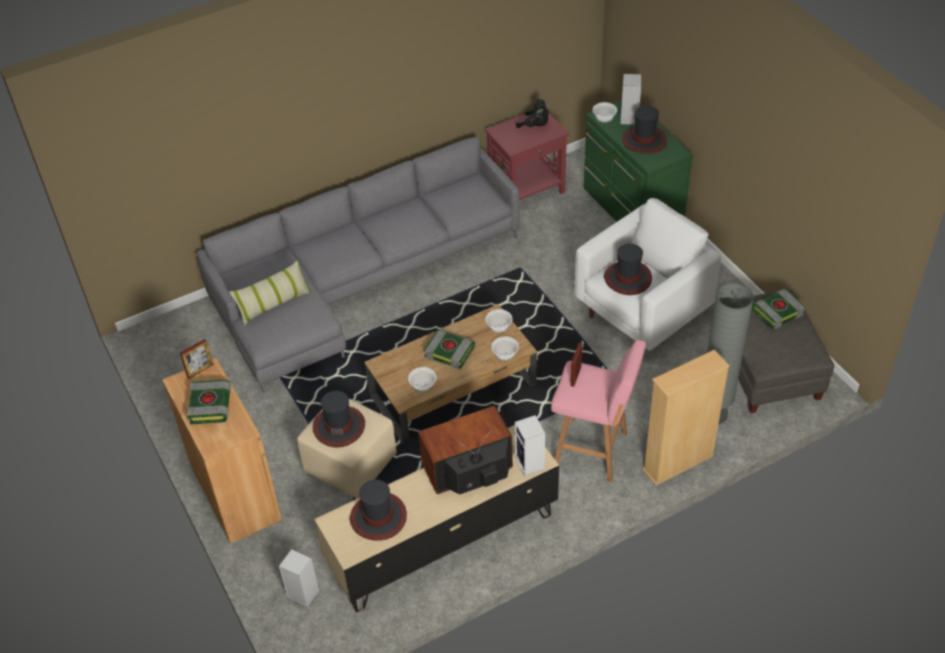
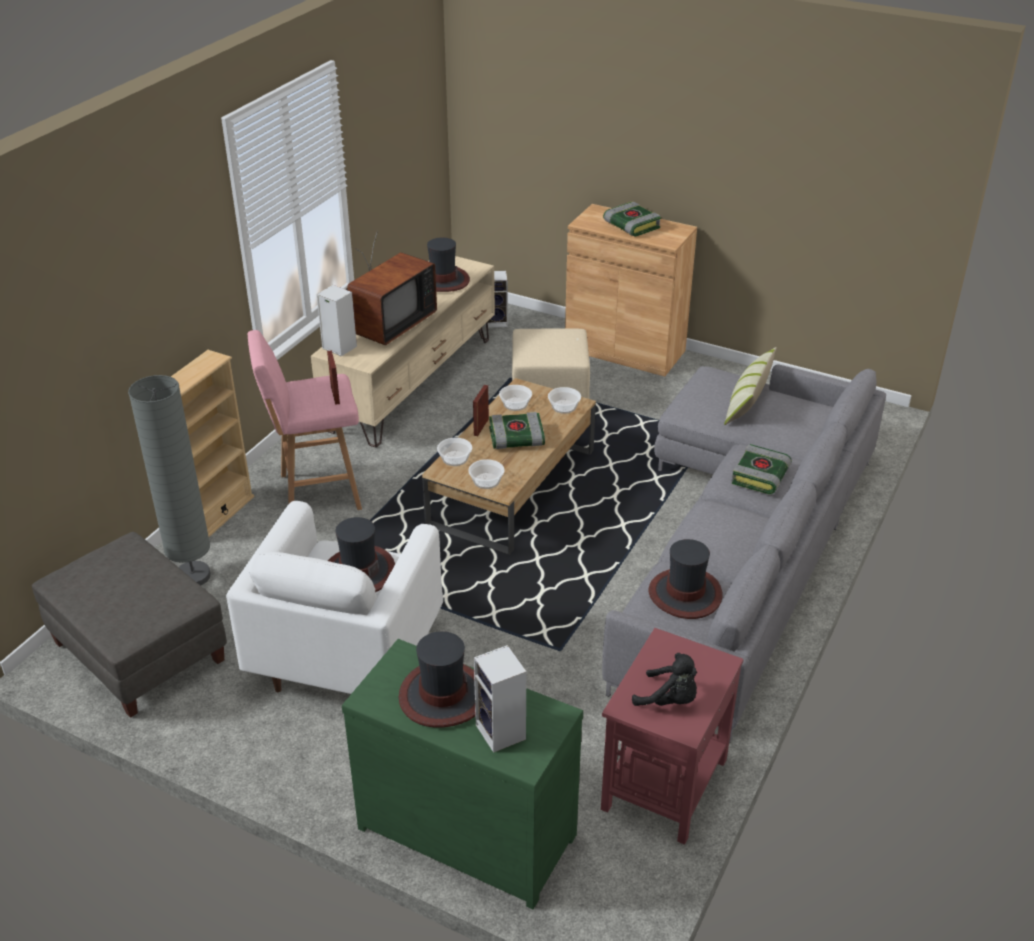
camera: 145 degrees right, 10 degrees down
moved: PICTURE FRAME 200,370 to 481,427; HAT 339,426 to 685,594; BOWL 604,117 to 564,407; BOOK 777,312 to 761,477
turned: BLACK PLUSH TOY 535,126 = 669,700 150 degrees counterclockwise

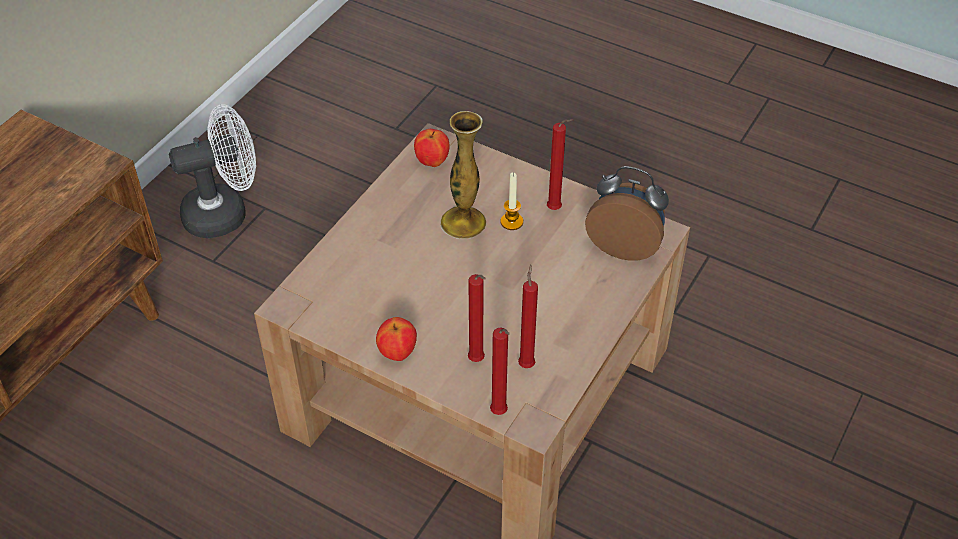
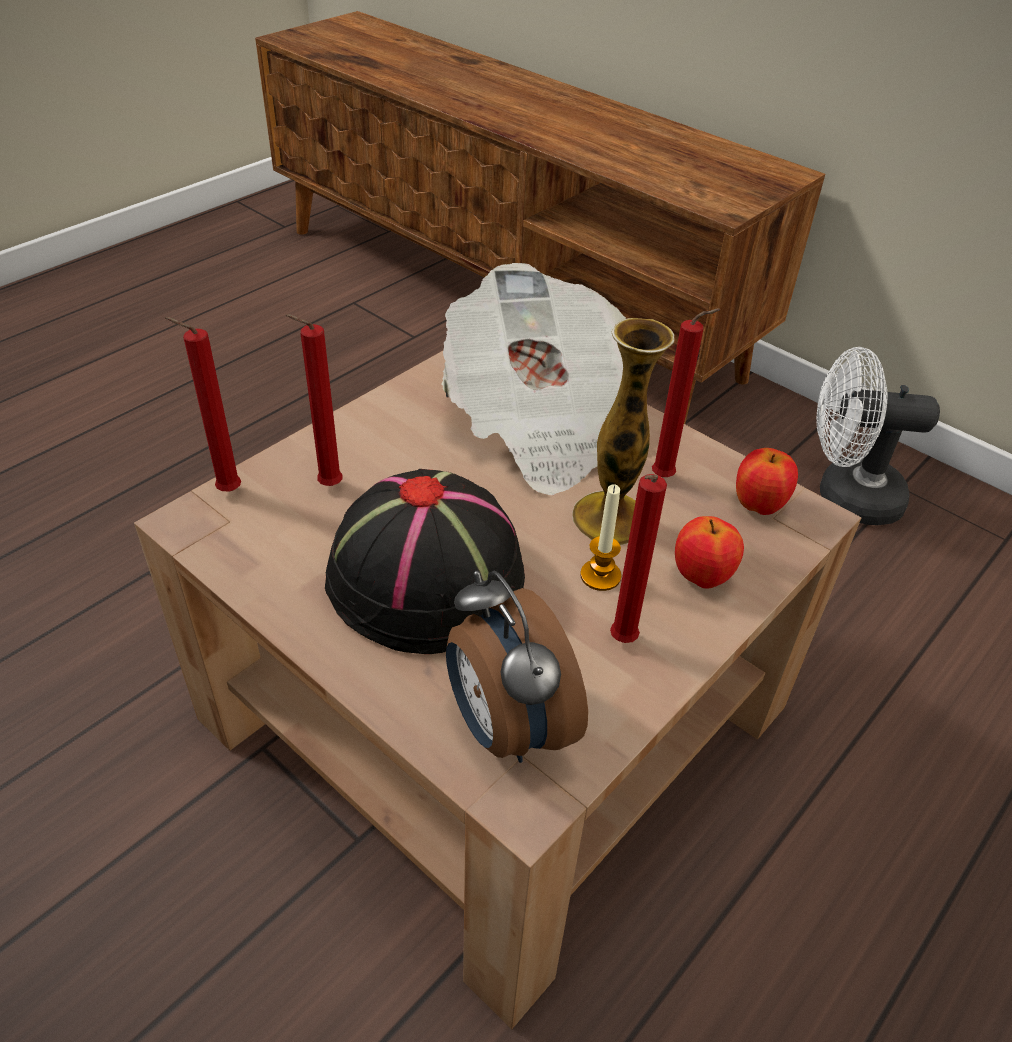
camera: 100 degrees right, 5 degrees down
added: BLACK HAT 428,579; NEWSPAPER 541,424
moved: APPLE 397,353 to 701,577; RED CANDLE 526,363 to 666,478
turned: WHITE FAN 225,212 = 845,497 105 degrees clockwise; ALARM CLOCK 625,245 = 505,727 120 degrees clockwise

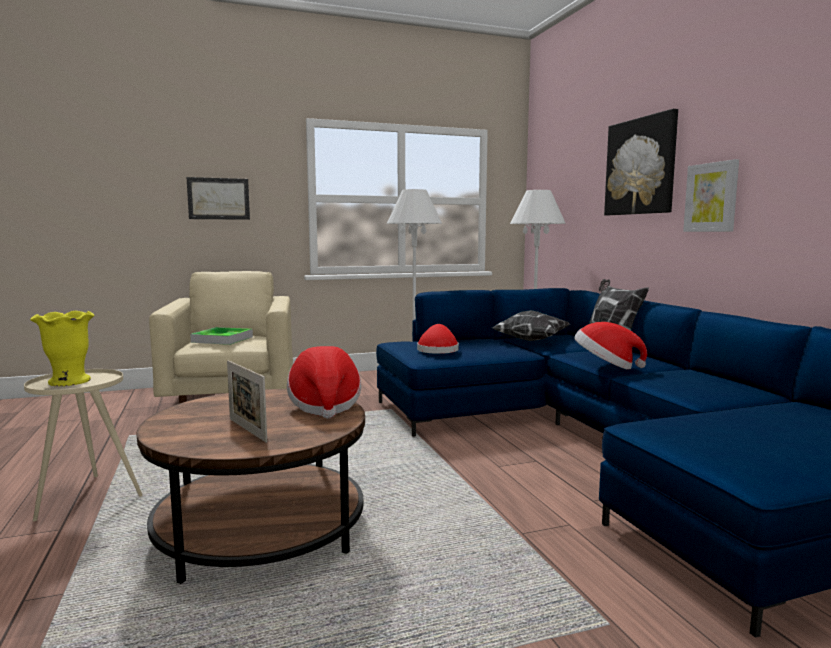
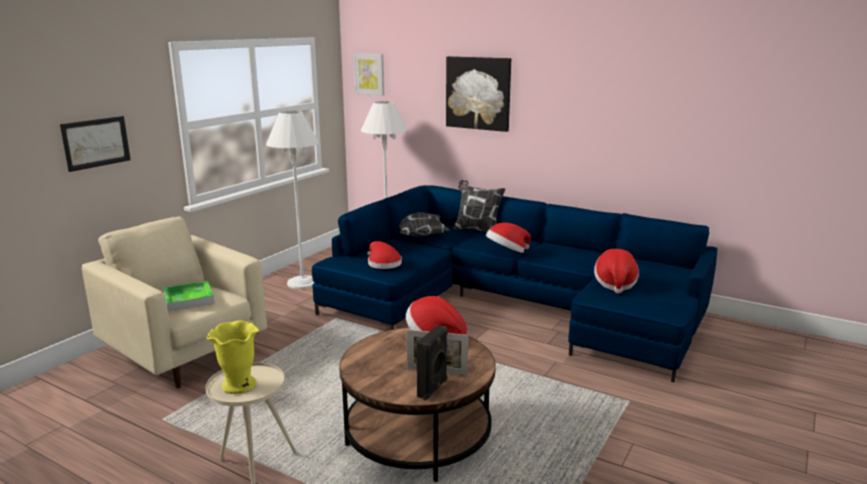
camera: 40 degrees left, 10 degrees up
added: BLACK SPEAKER 433,388; HAT 615,284
moved: PICTURE 711,197 to 369,74

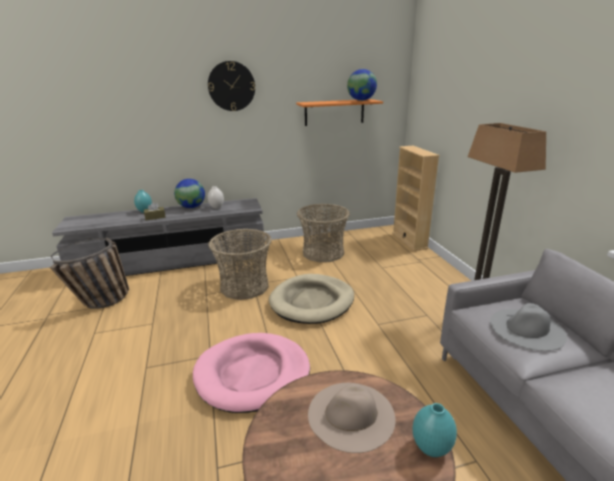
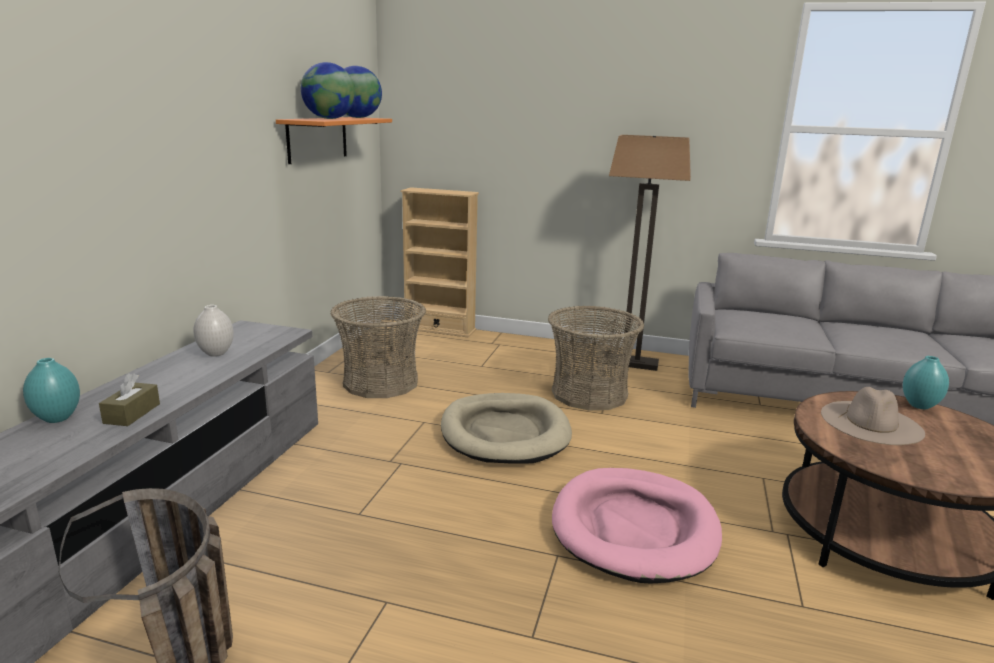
camera: 60 degrees left, 5 degrees down
removed: WALL CLOCK 231,86; GREY HAT 527,328
moved: GLOBE 191,207 to 329,119; BASKET 244,286 to 589,393

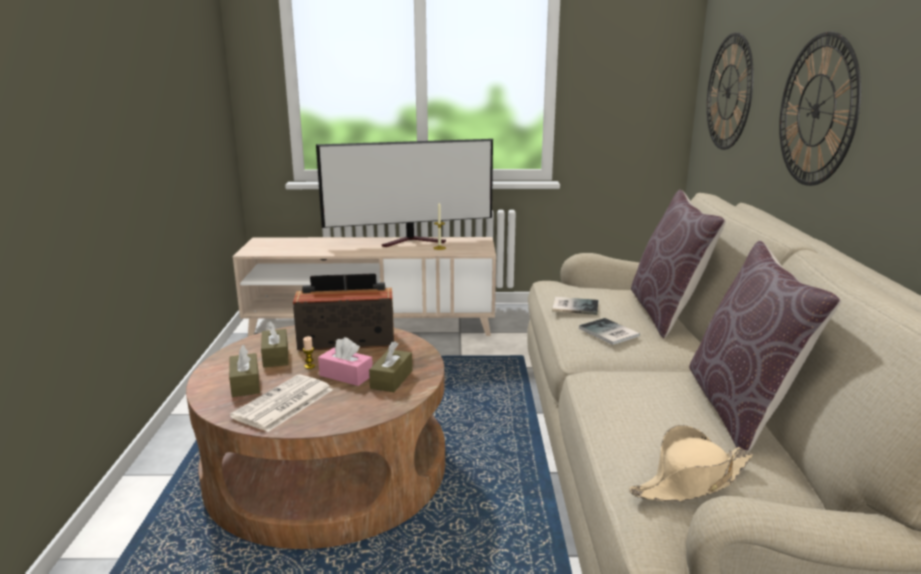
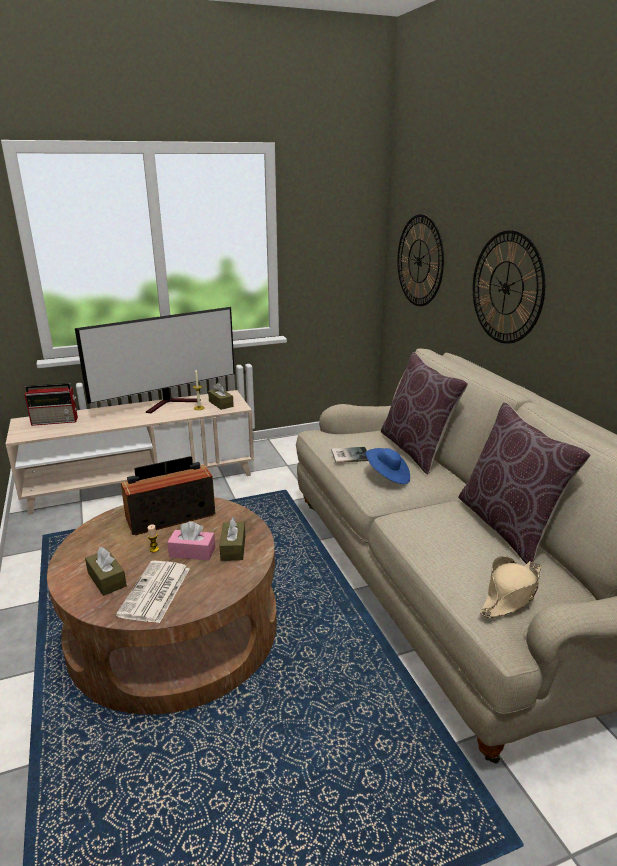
camera: 20 degrees left, 5 degrees up
added: RADIO 56,421
moved: BROWN TISSUE BOX 275,356 to 221,404
replaced: BOOK 608,333 to BLUE HAT 387,476

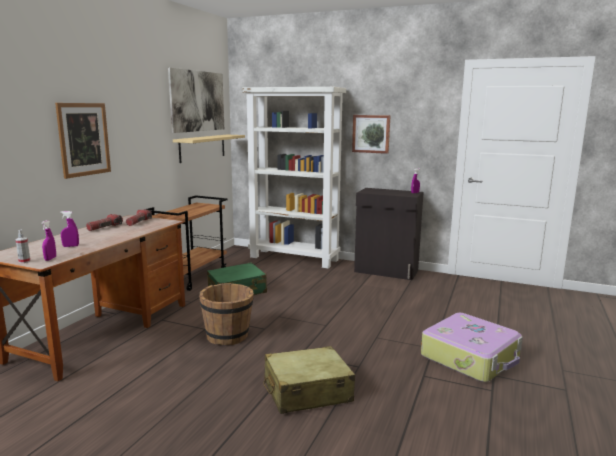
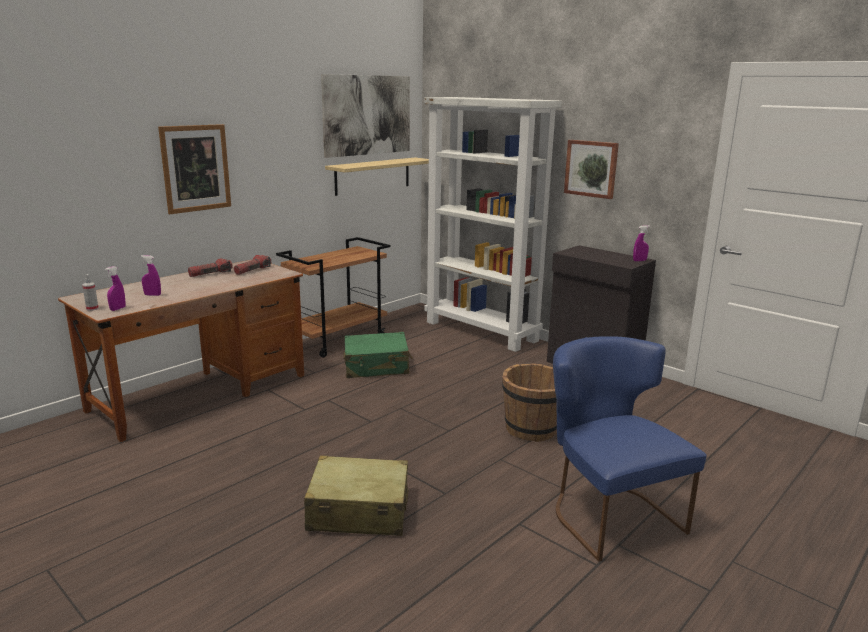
camera: 20 degrees right, 5 degrees up
moved: BROWN BUCKET 228,336 to 532,429
replaced: SUITCASE 471,357 to BLUE CHAIR 607,513

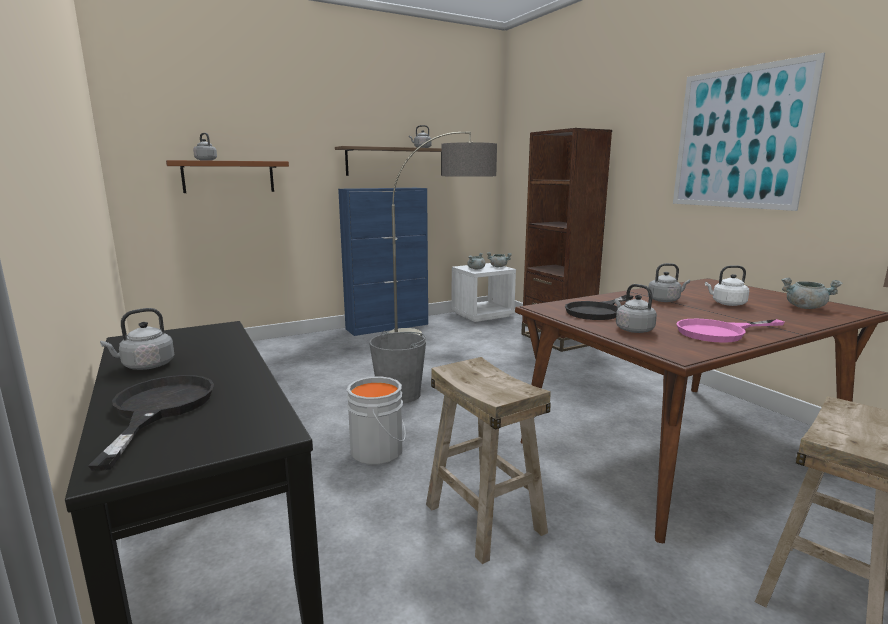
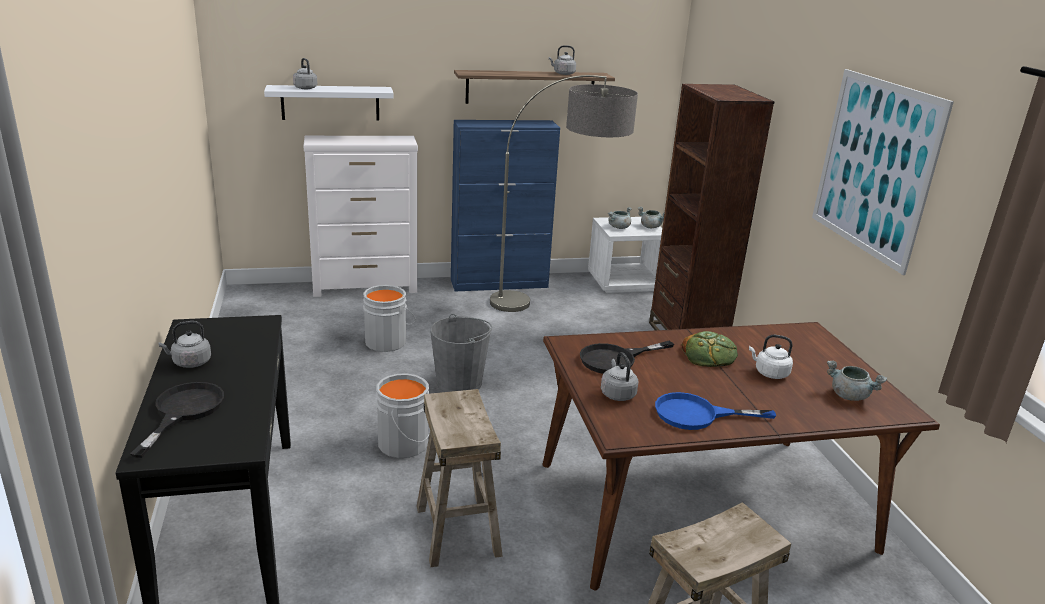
camera: 15 degrees right, 10 degrees up
added: WHITE DRESSER 366,287; GREY BUCKET 387,341
replaced: GREY KETTLE 665,300 to BREAD 709,354
recoloured: BROWN SHELF 228,177 to WHITE SHELF 330,103; PINK FRYING PAN 719,332 to BLUE FRYING PAN 697,414

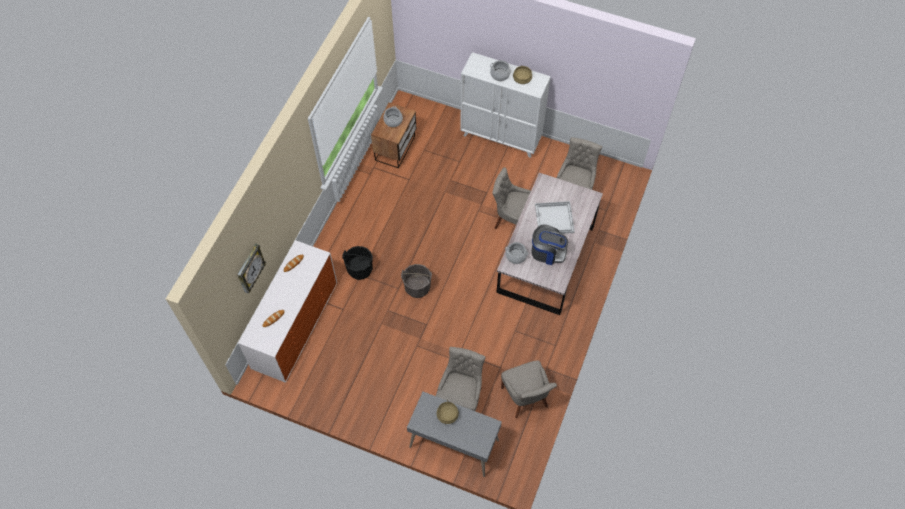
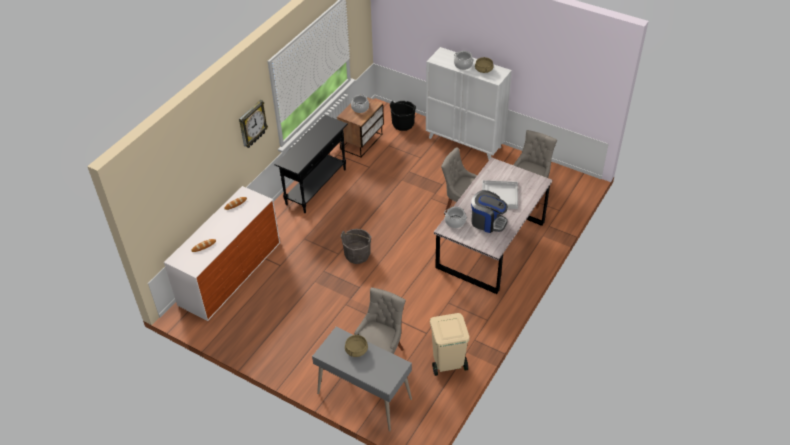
camera: 10 degrees right, 15 degrees down
added: BLACK CONSOLE TABLE 316,186
moved: WALL CLOCK 250,269 to 252,124; BLACK BUCKET 360,269 to 403,124
replaced: GREY CHAIR 525,398 to BEIGE TRASH CAN 447,363

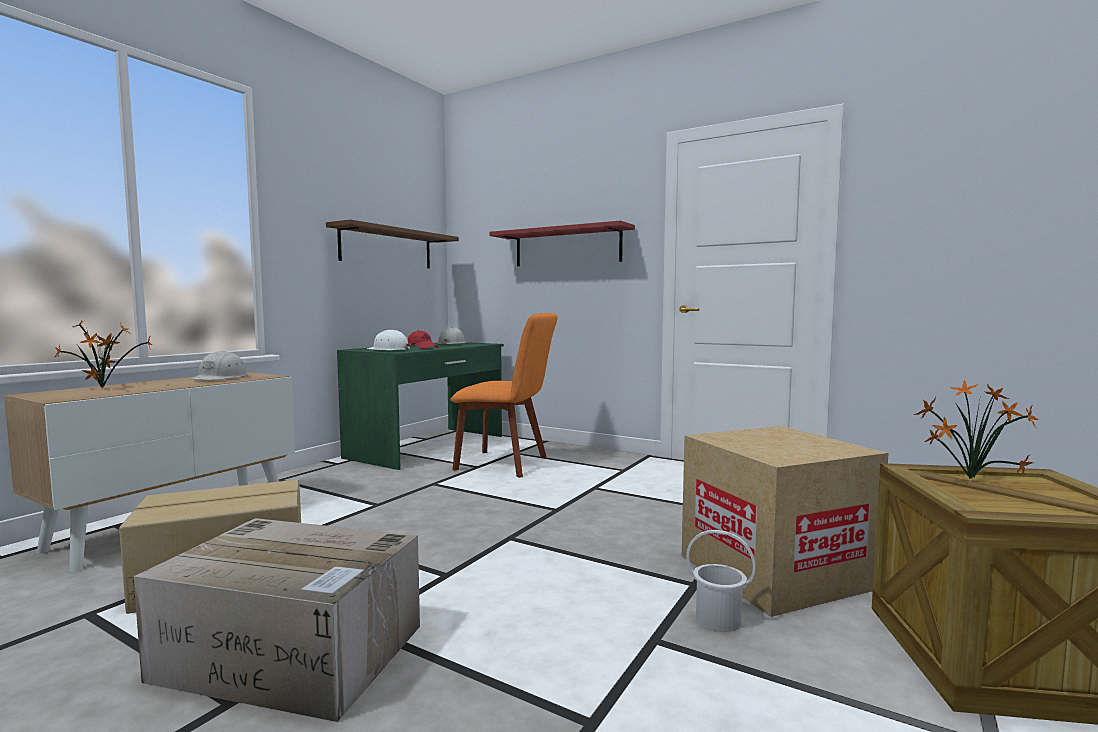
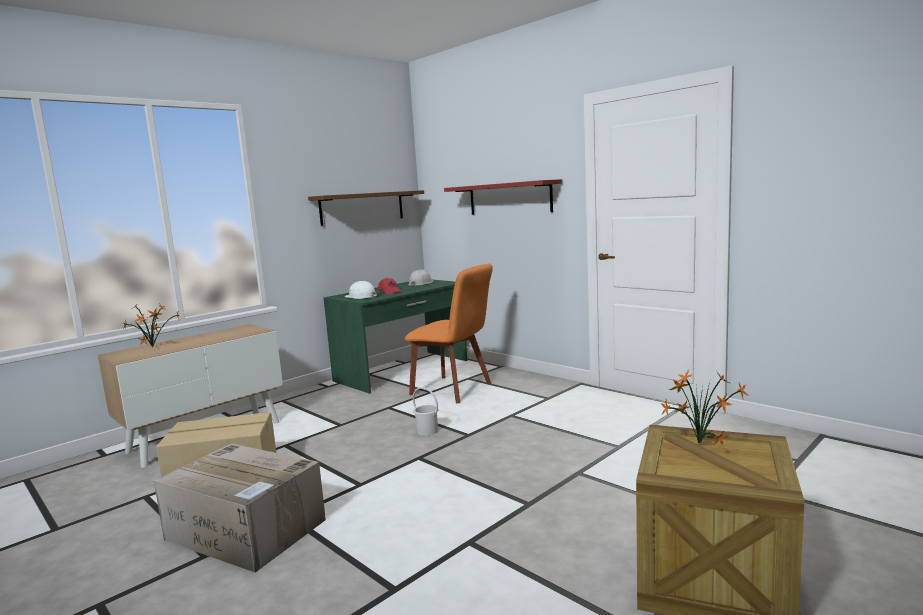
camera: 15 degrees right, 5 degrees up
removed: WHITE HARD HAT 221,378; CARDBOARD BOX 774,571
moved: WHITE BUCKET 718,619 to 427,431

